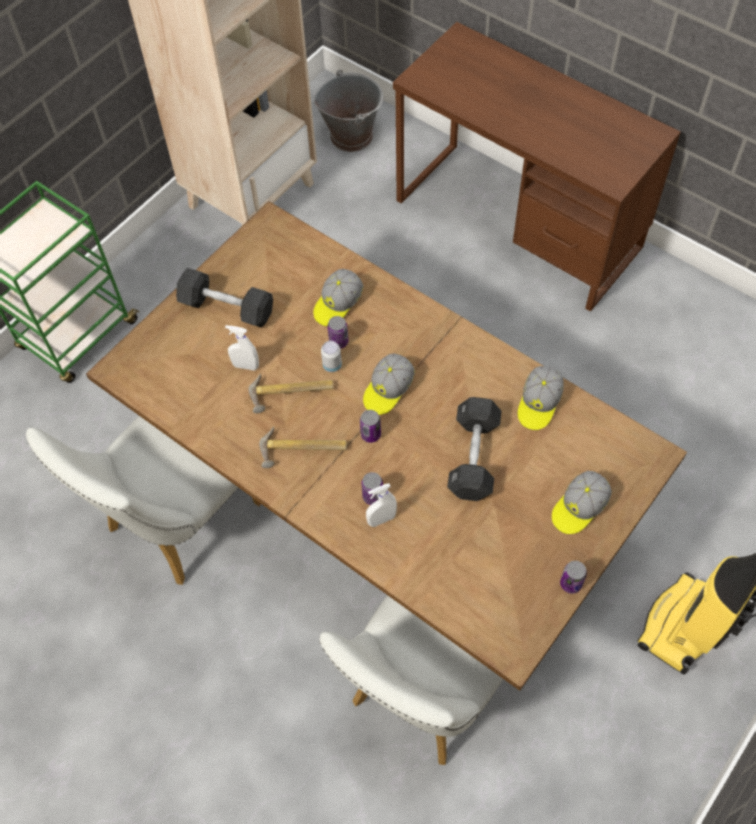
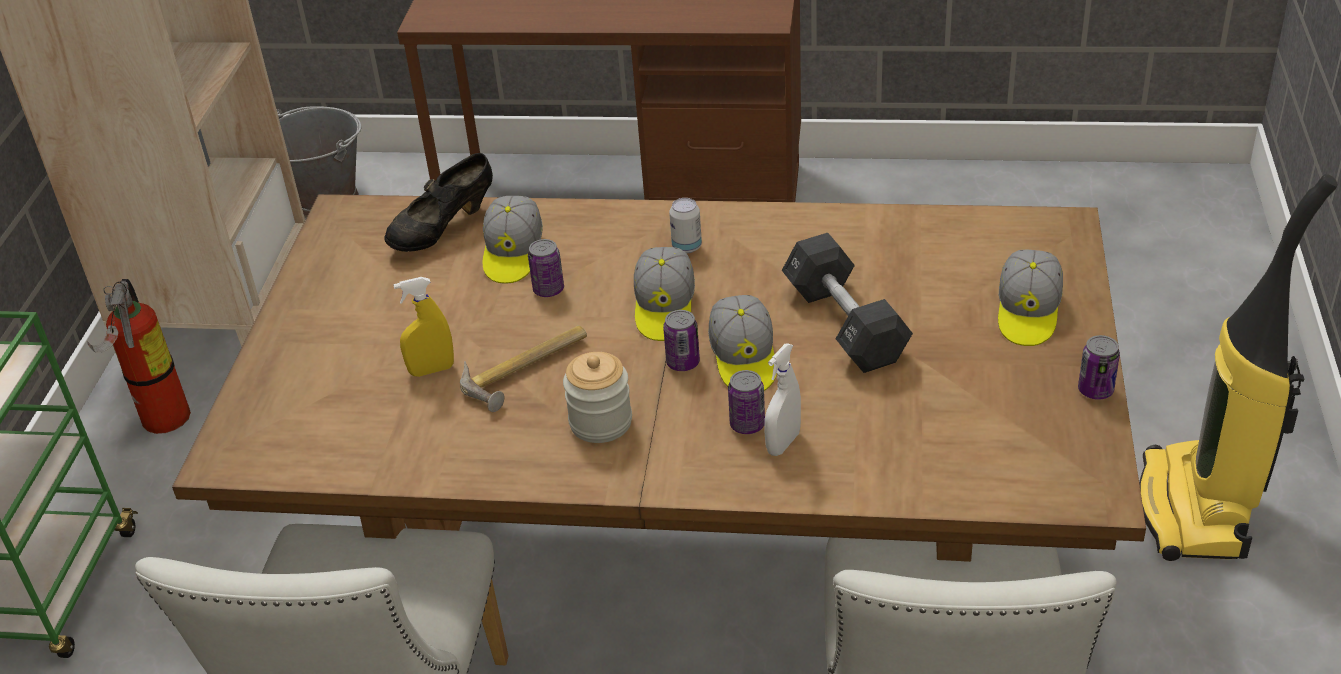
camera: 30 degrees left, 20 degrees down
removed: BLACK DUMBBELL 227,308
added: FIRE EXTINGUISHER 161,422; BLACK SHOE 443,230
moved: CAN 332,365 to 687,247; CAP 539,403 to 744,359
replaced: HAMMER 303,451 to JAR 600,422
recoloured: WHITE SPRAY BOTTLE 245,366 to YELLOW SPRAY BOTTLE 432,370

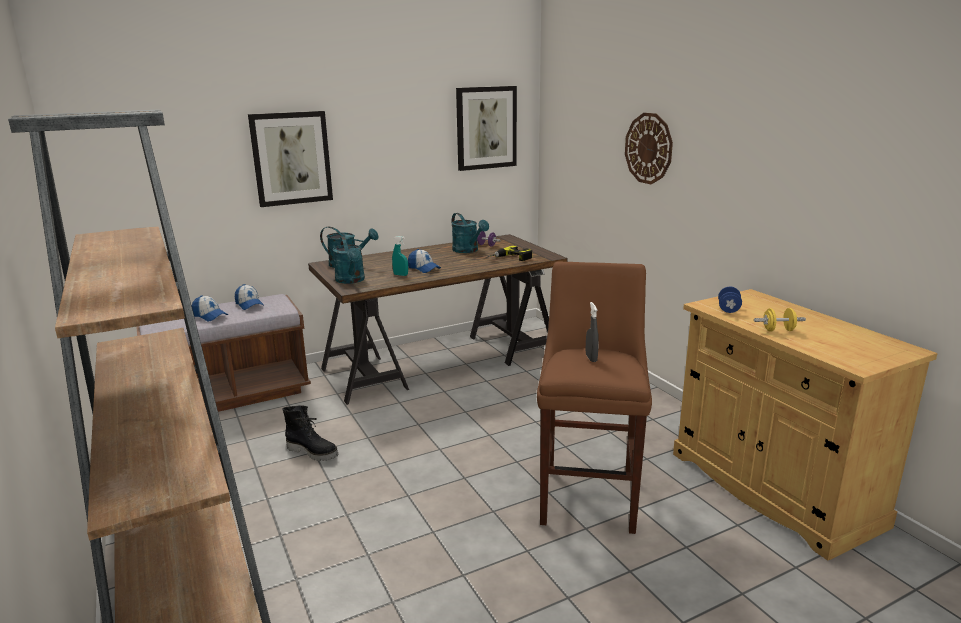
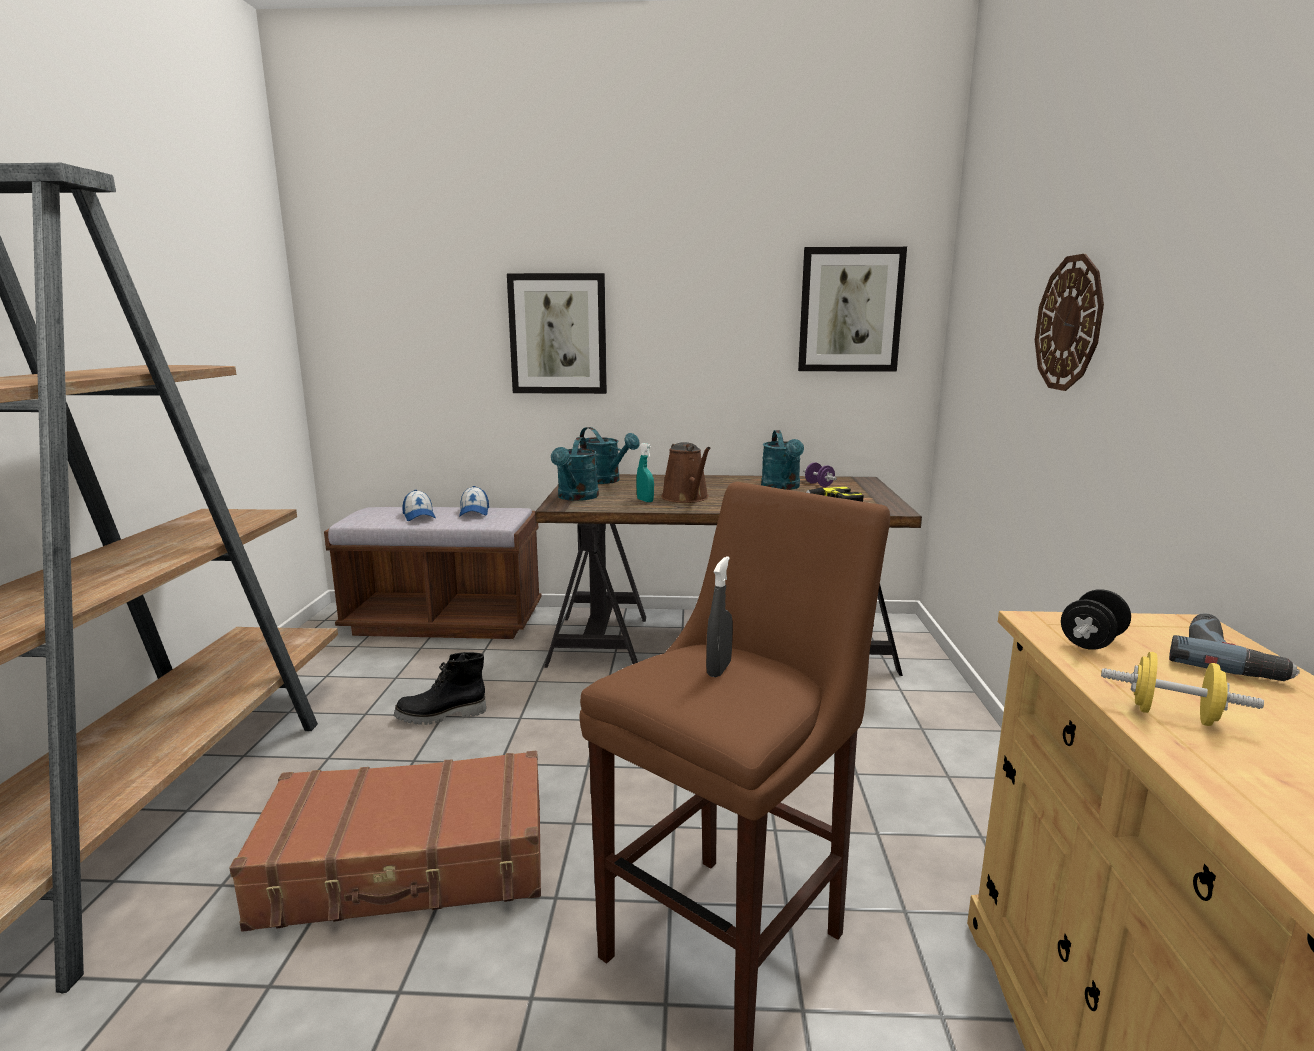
camera: 30 degrees right, 5 degrees down
added: BROWN SUITCASE 408,864; POWER DRILL 1227,658
replaced: CAP 424,268 to BROWN WATERING CAN 687,498
recoloured: BLUE DUMBBELL 728,309 to BLACK DUMBBELL 1092,642
turned: BLACK BOOT 313,452 = 441,716 105 degrees clockwise

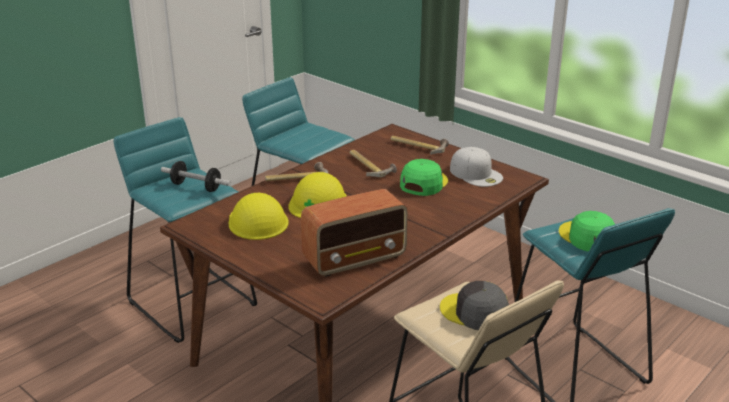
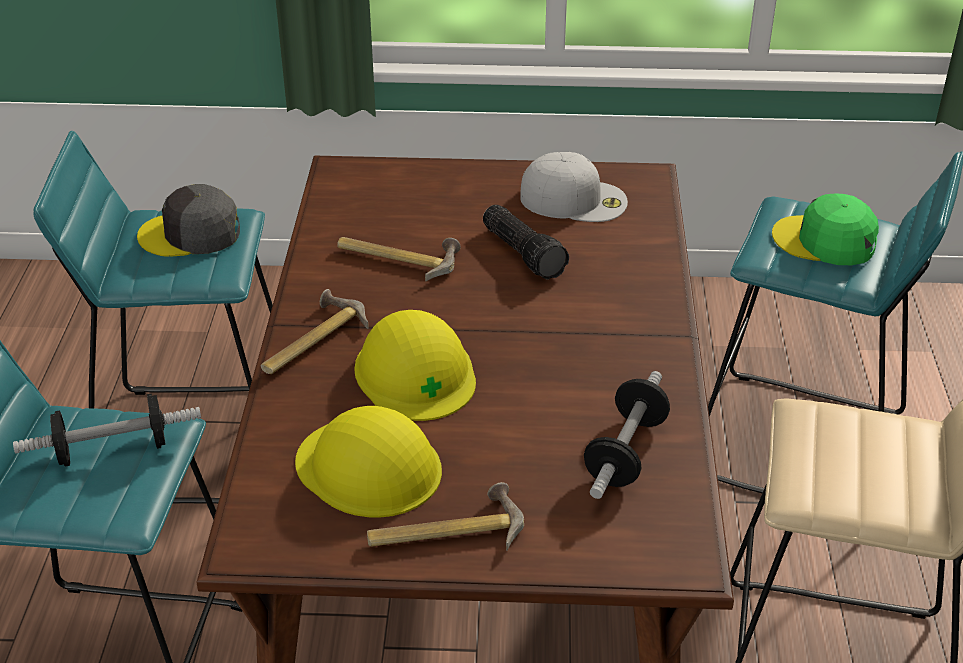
camera: 40 degrees left, 10 degrees up
moved: HAMMER 418,146 to 445,530; GREY CAP 474,312 to 191,234
replaced: RADIO 356,259 to DUMBBELL 625,452; GREEN CAP 423,183 to FLASHLIGHT 525,253

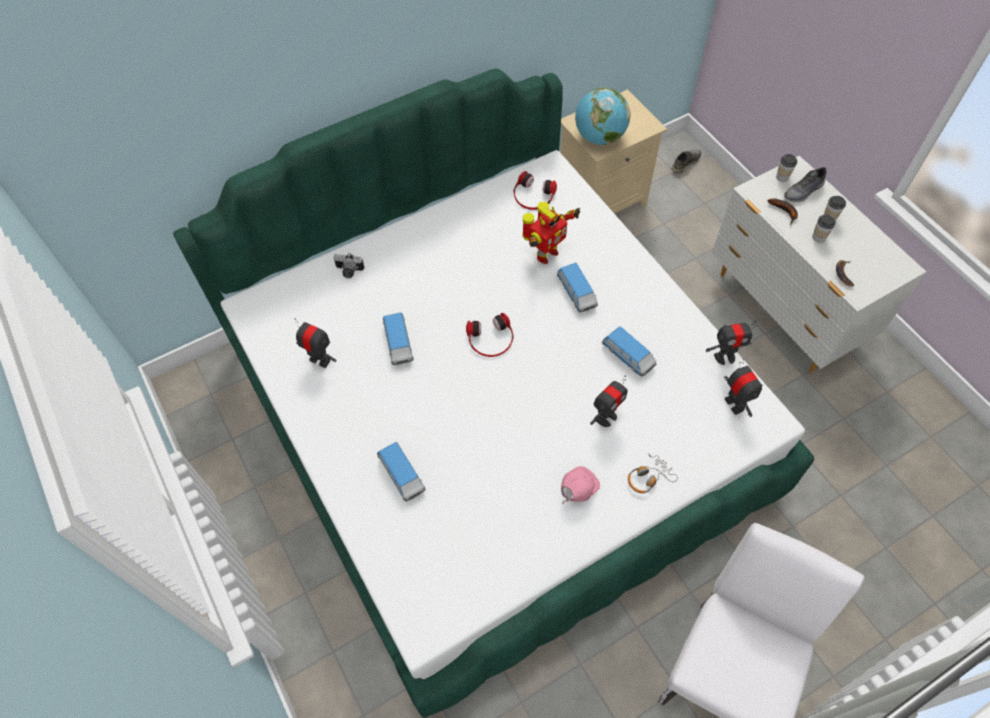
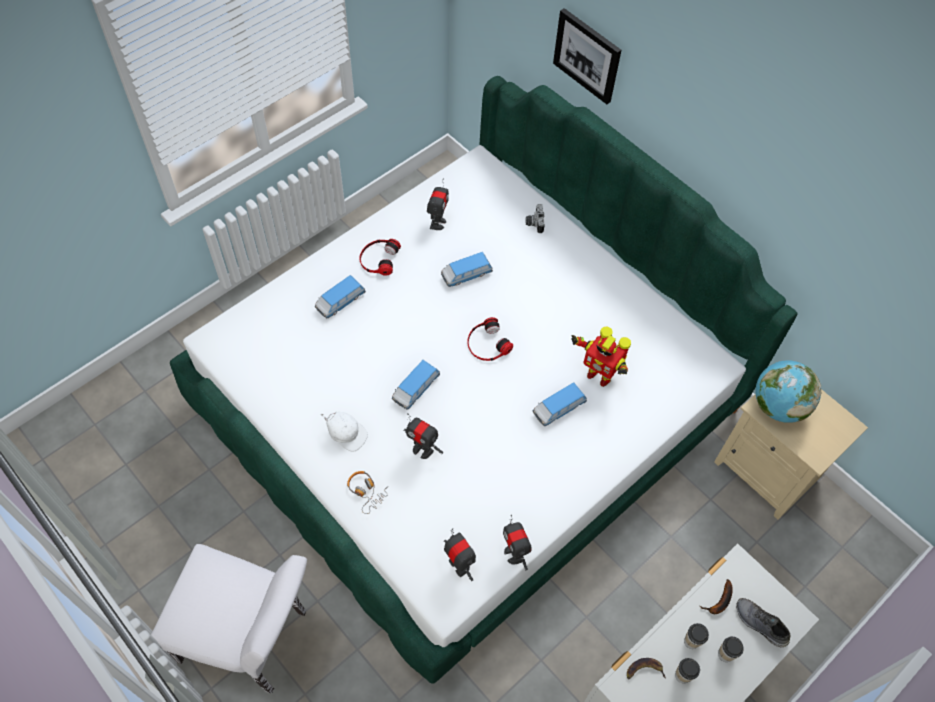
camera: 75 degrees right, 0 degrees up
removed: GREY SHOE 685,163
added: PICTURE 587,55
moved: HEADPHONES 533,195 to 378,259; TOY CAR 628,356 to 416,389; CUP 782,177 to 682,675
recoloured: PINK CAP 578,489 to WHITE CAP 346,434
turned: TOY ROBOT 734,404 = 459,565 90 degrees counterclockwise

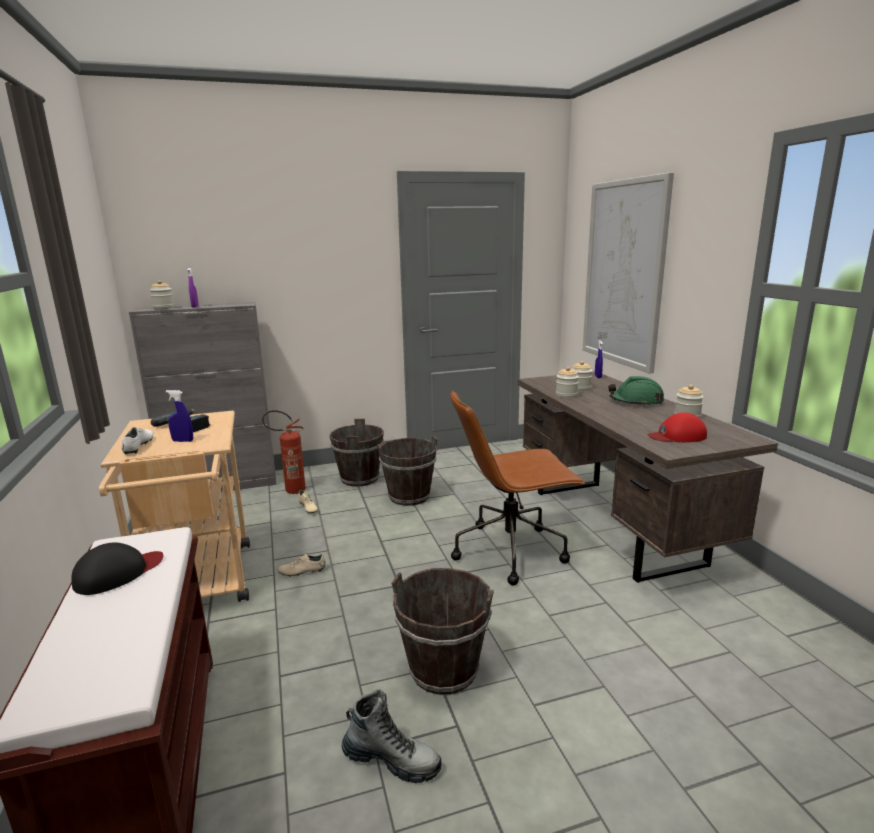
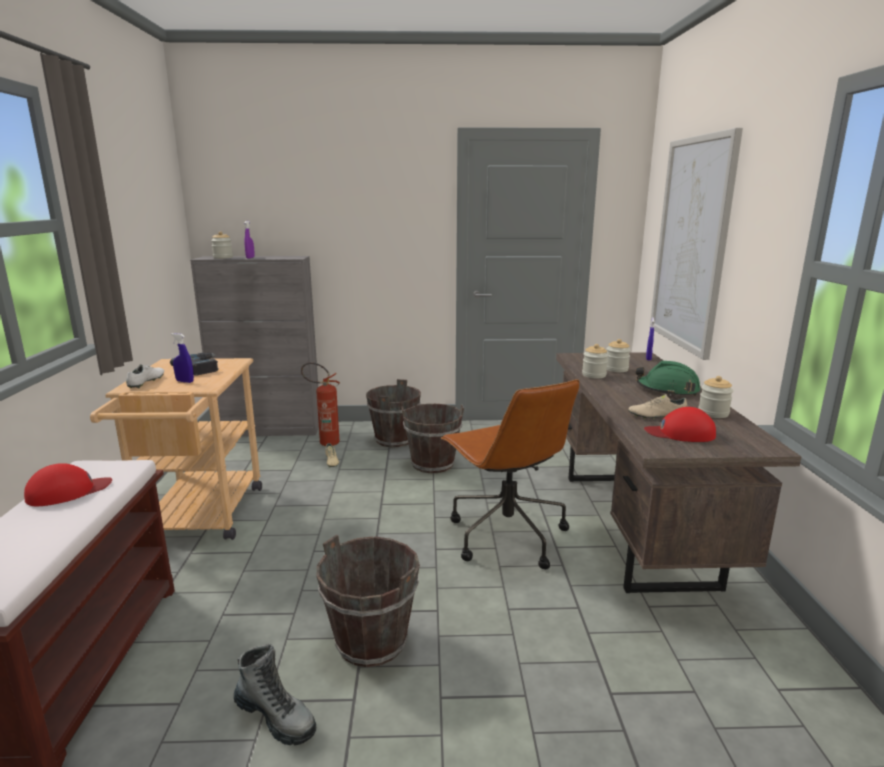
camera: 15 degrees right, 0 degrees up
moved: BEIGE SHOE 302,571 to 656,416
recoloured: BLACK CAP 118,573 to RED CAP 68,491
turned: BROWN OFFICE CHAIR 511,551 = 506,535 120 degrees counterclockwise

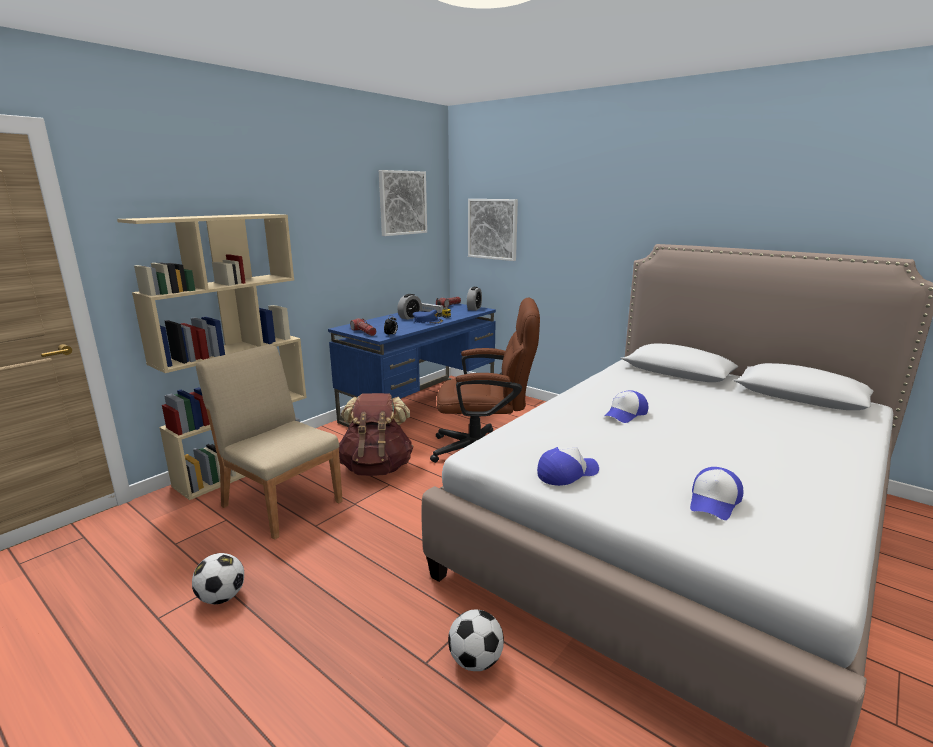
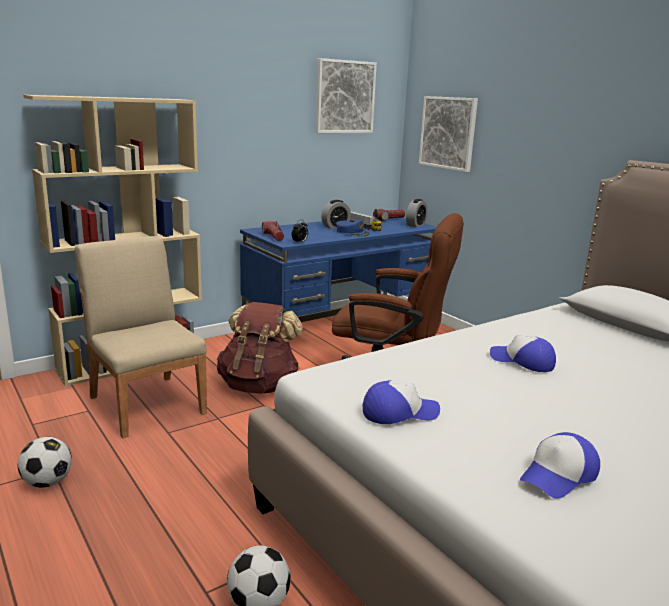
camera: 15 degrees right, 0 degrees up
turned: CAP 625,414 = 522,361 60 degrees clockwise

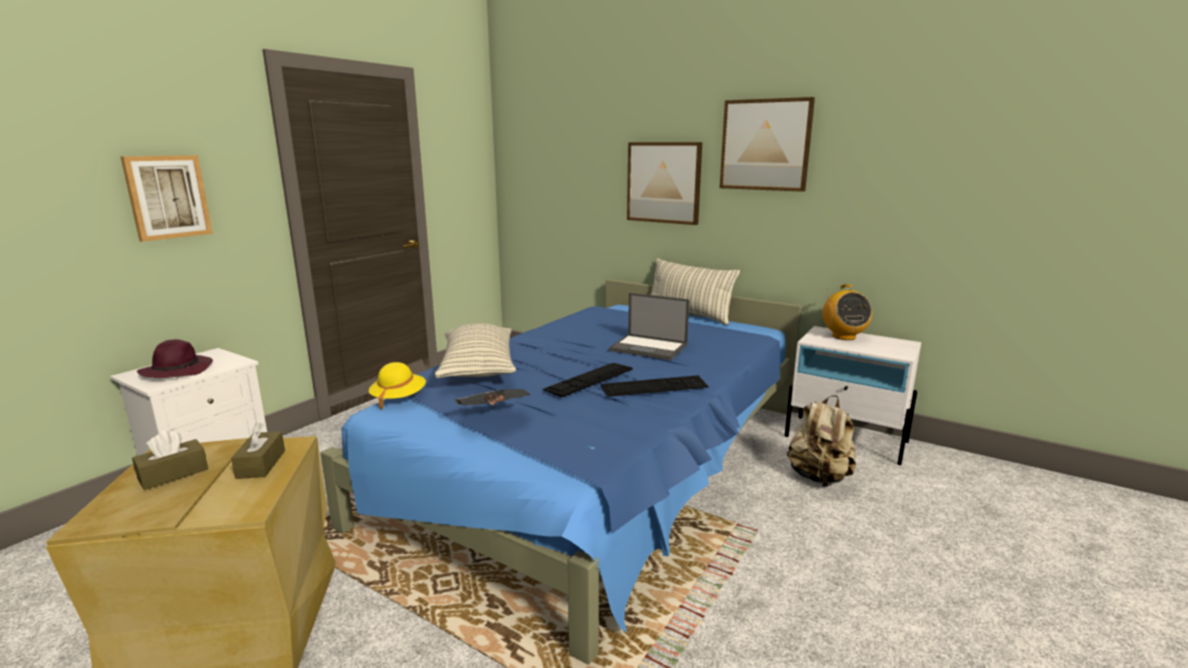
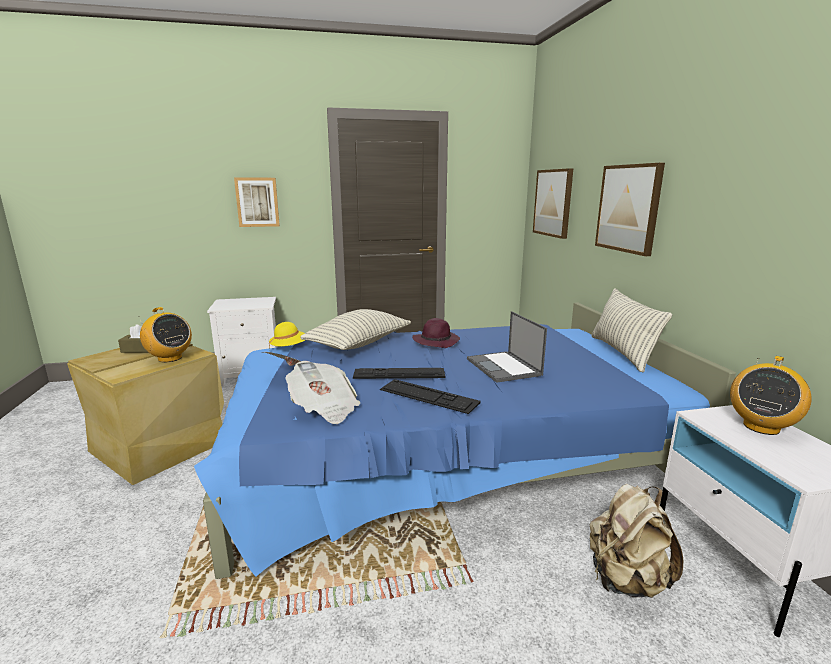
camera: 45 degrees right, 0 degrees up
added: NEWSPAPER 324,408
moved: PURPLE HAT 178,370 to 436,341; PICTURE 765,145 to 553,203
replaced: BROWN TISSUE BOX 261,464 to RADIO 169,358

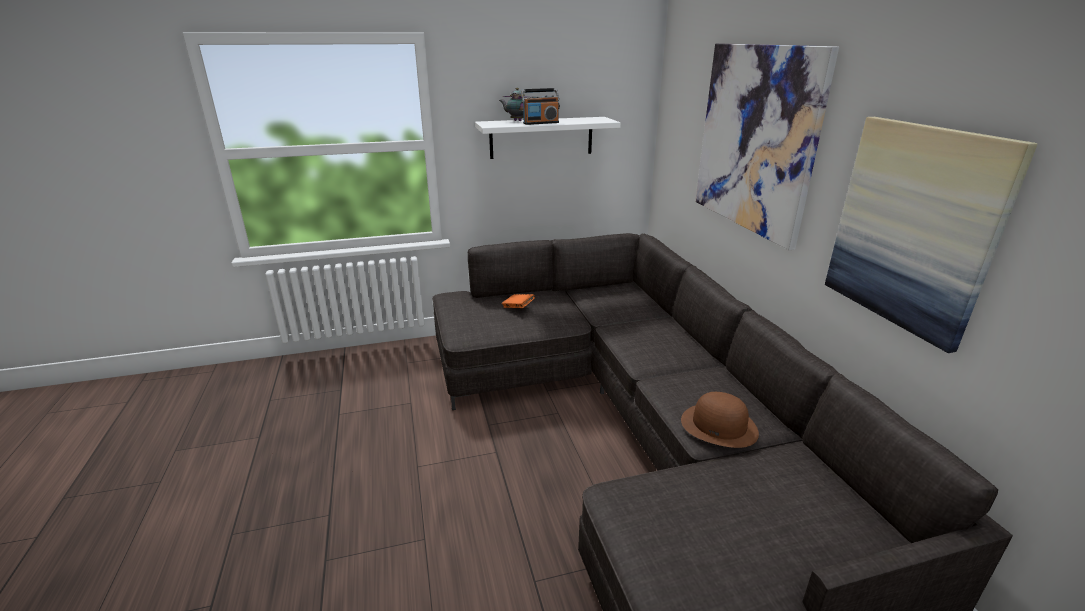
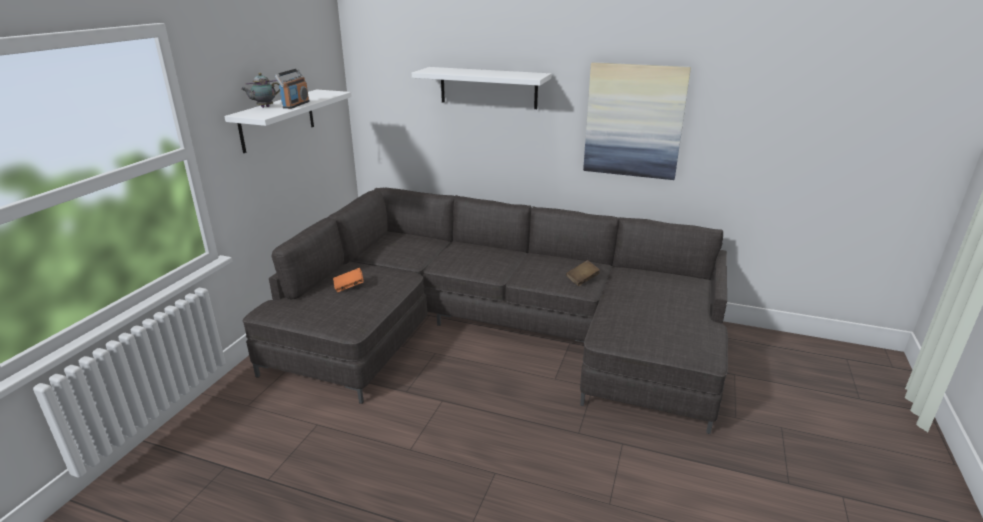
camera: 55 degrees left, 0 degrees up
replaced: BROWN HAT 719,426 to BROWN BOOK 582,279; PICTURE 755,139 to WHITE SHELF 488,88

